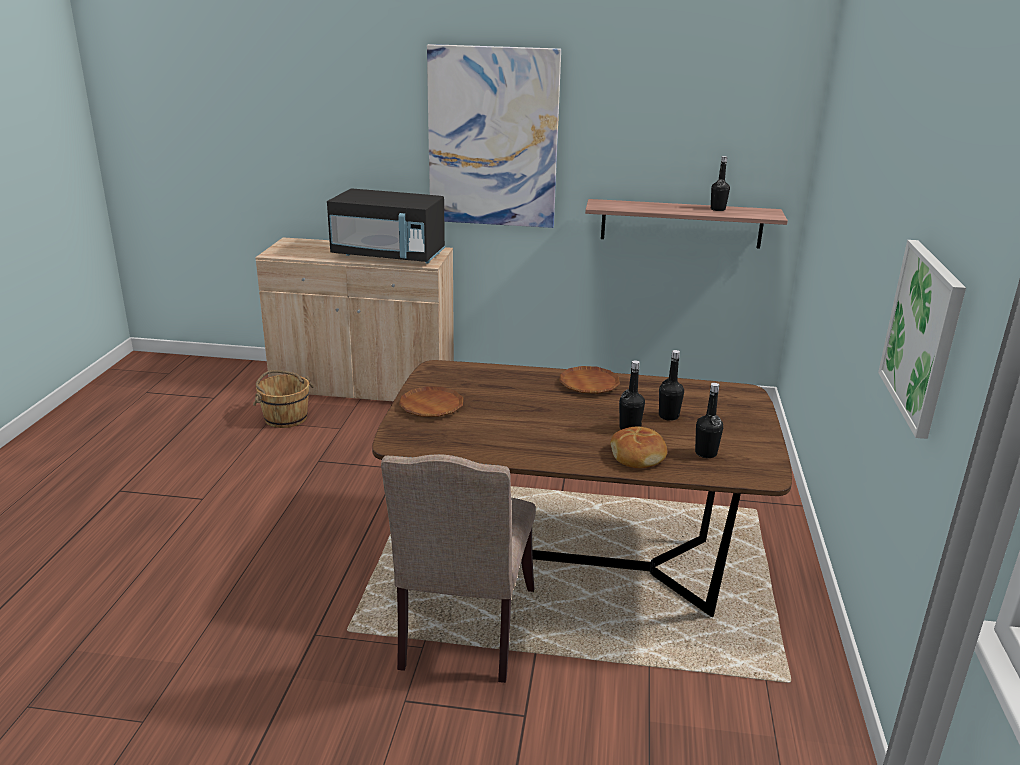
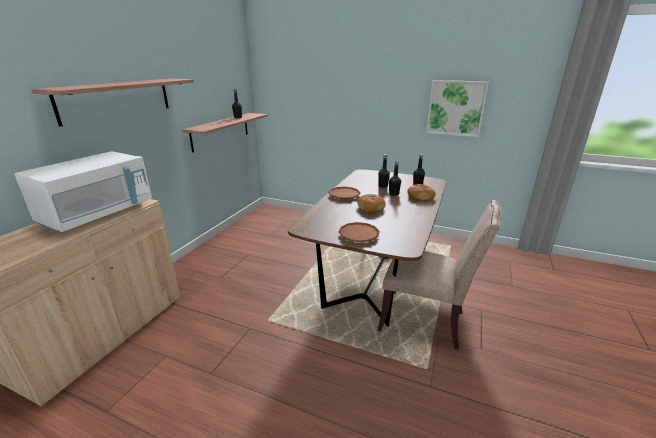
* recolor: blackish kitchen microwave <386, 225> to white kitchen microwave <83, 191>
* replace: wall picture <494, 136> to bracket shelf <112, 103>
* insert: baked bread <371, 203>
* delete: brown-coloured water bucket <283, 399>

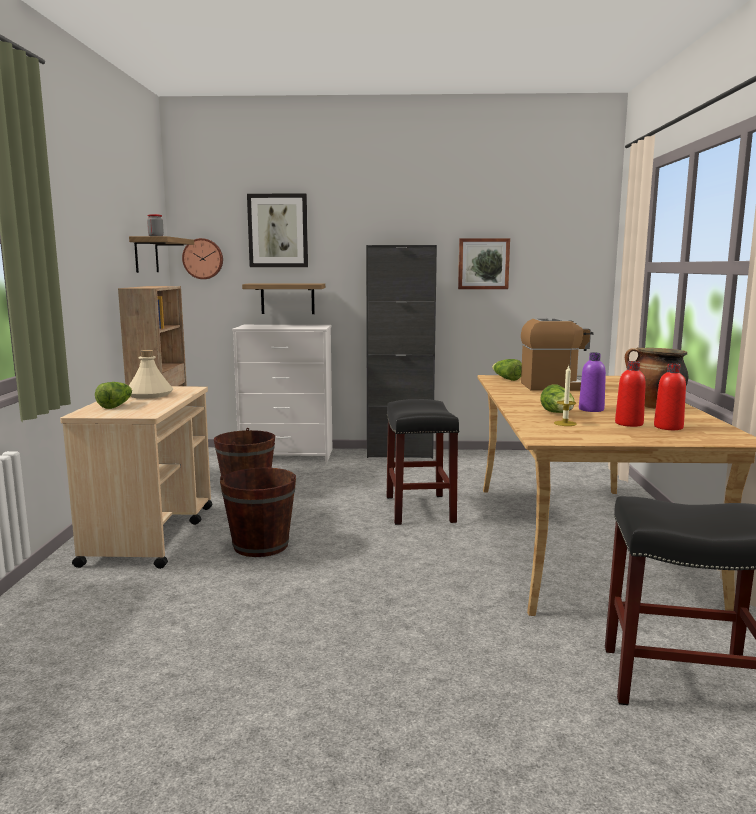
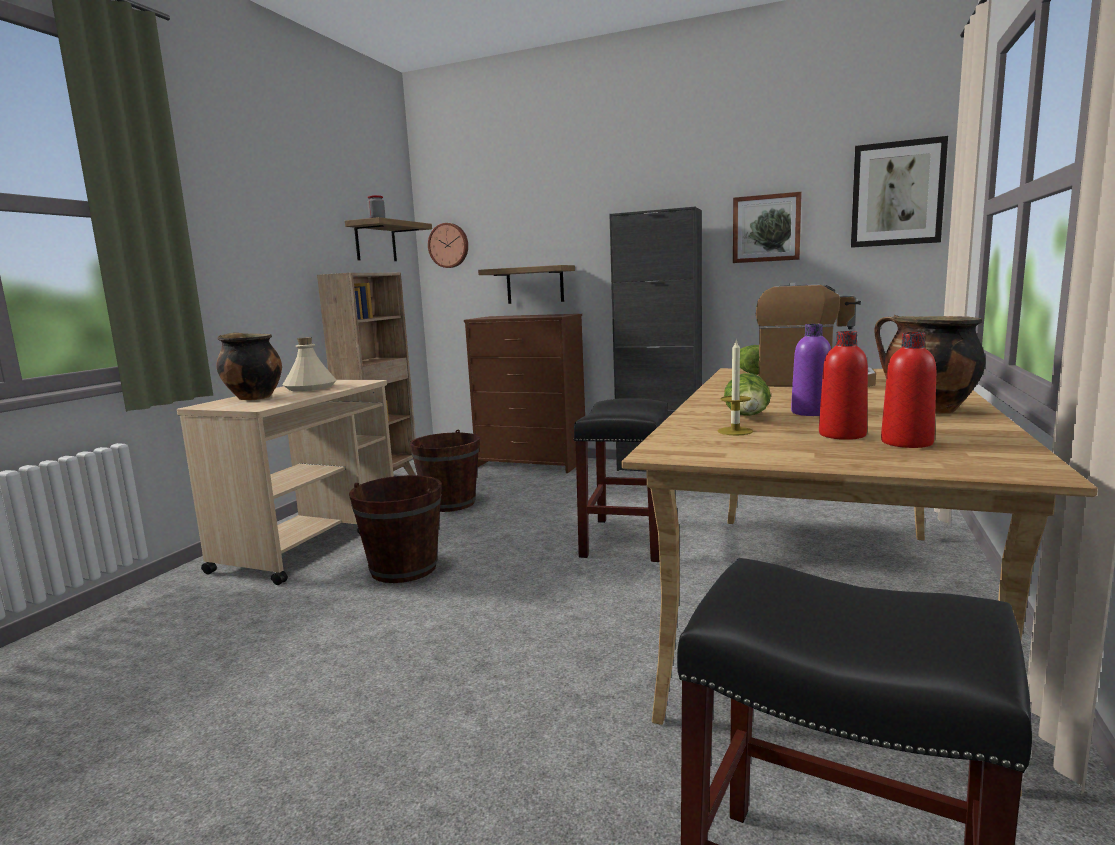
* replace: lettuce head <113, 395> to cooking pot <249, 366>
* recolor: white drawer chest <282, 393> to brown-coloured drawer chest <524, 393>
* move: wall picture <277, 230> to <899, 192>

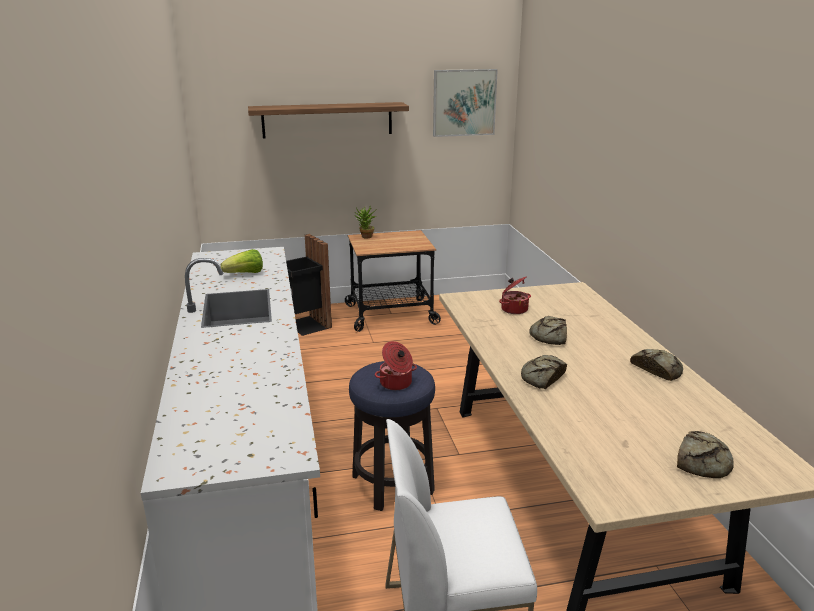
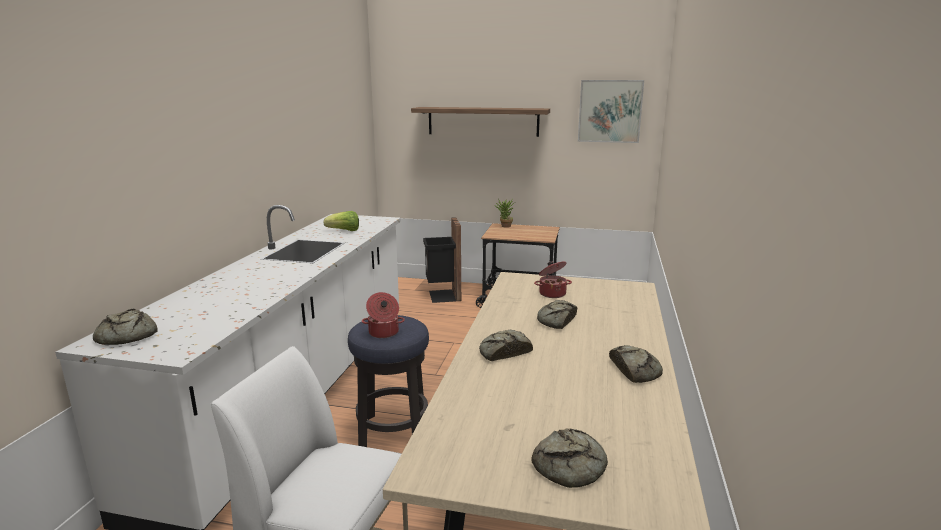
* insert: baked bread <125, 327>

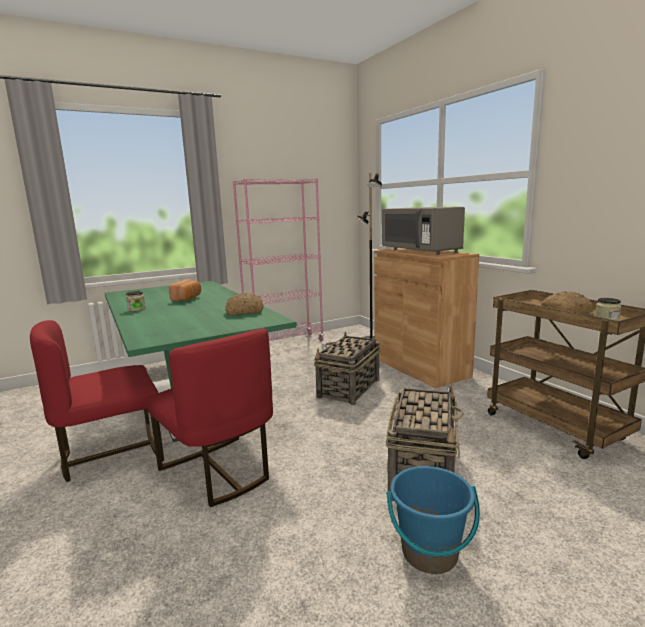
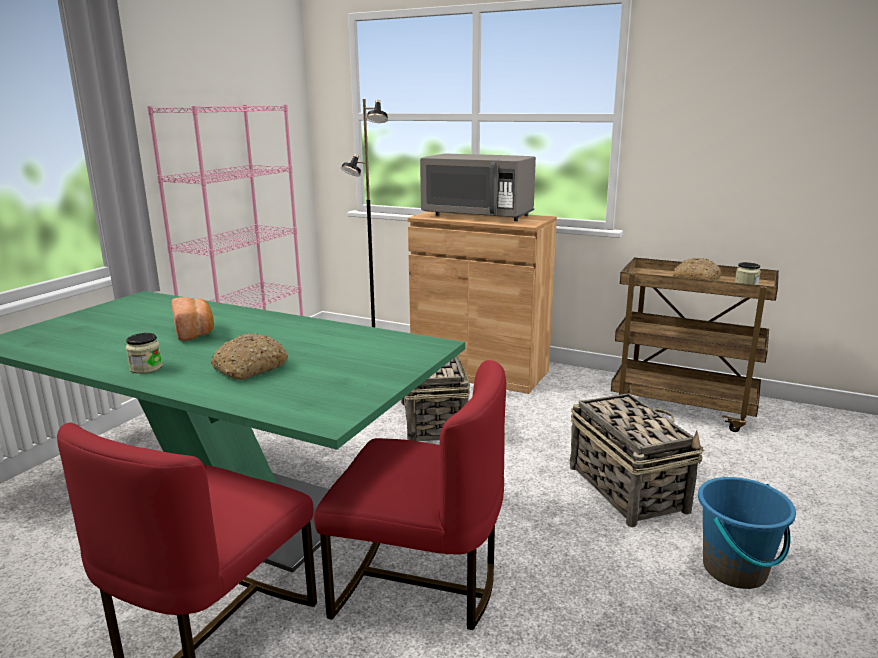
* move: baked bread <244, 304> to <249, 357>

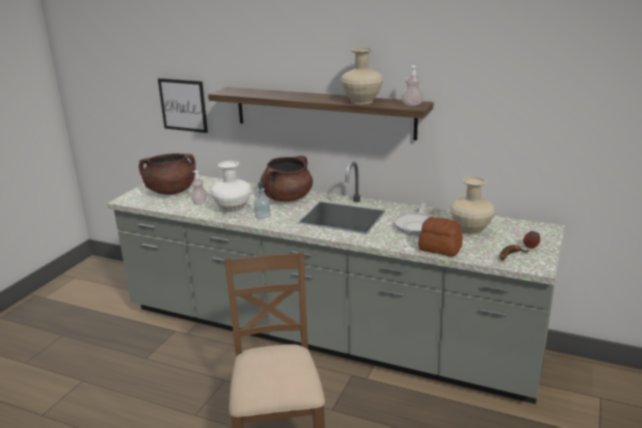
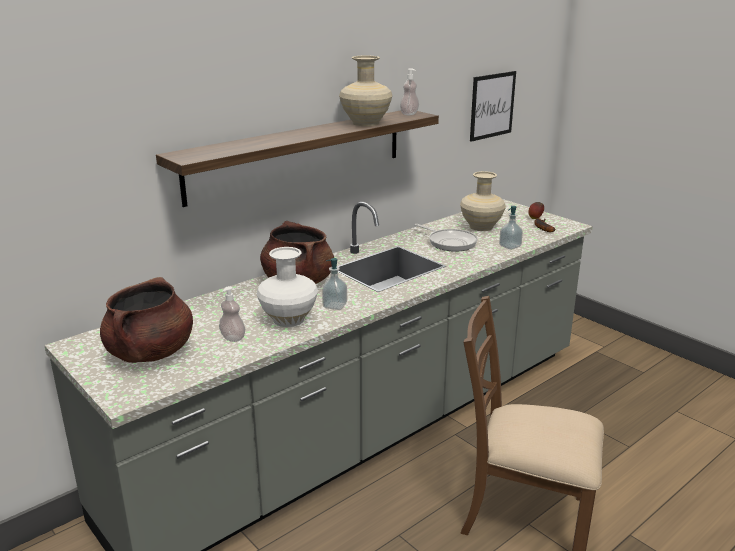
* move: wall picture <183, 105> to <493, 106>
* replace: baked bread <440, 237> to liquid soap bottle <511, 228>

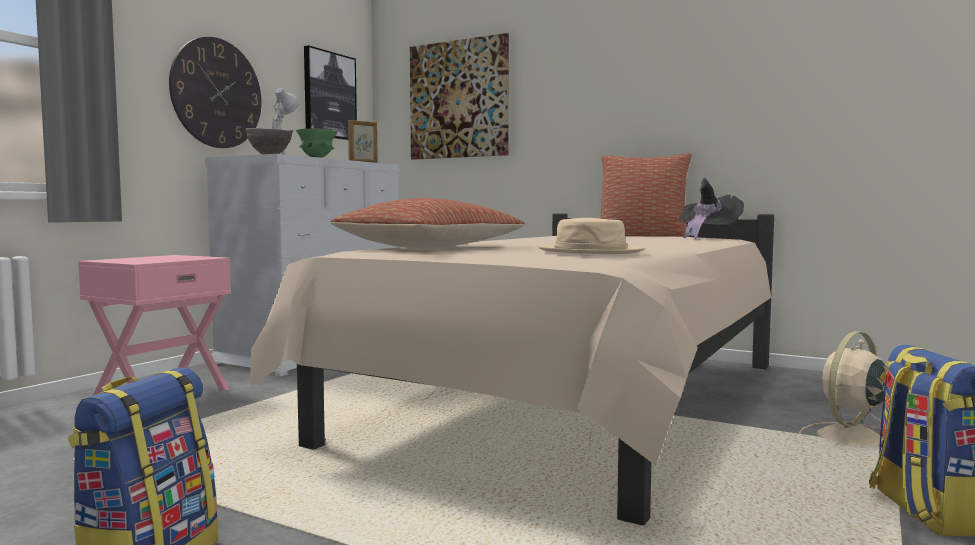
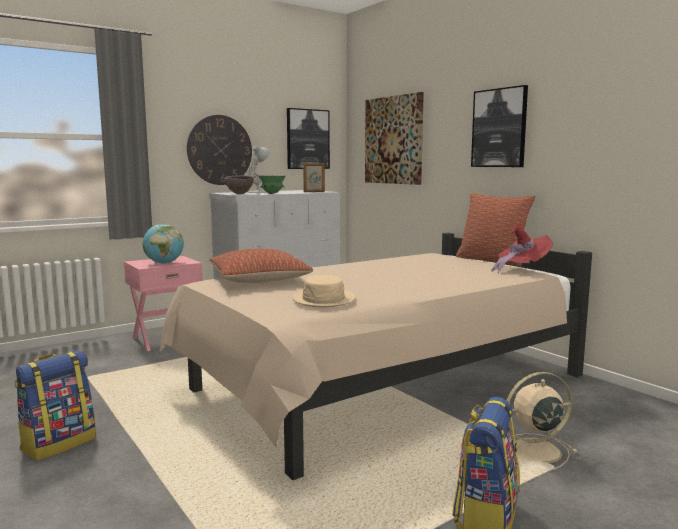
* insert: world globe <163, 244>
* insert: wall picture <499, 126>
* recolor: blackish clothing hat <712, 208> to red clothing hat <522, 248>

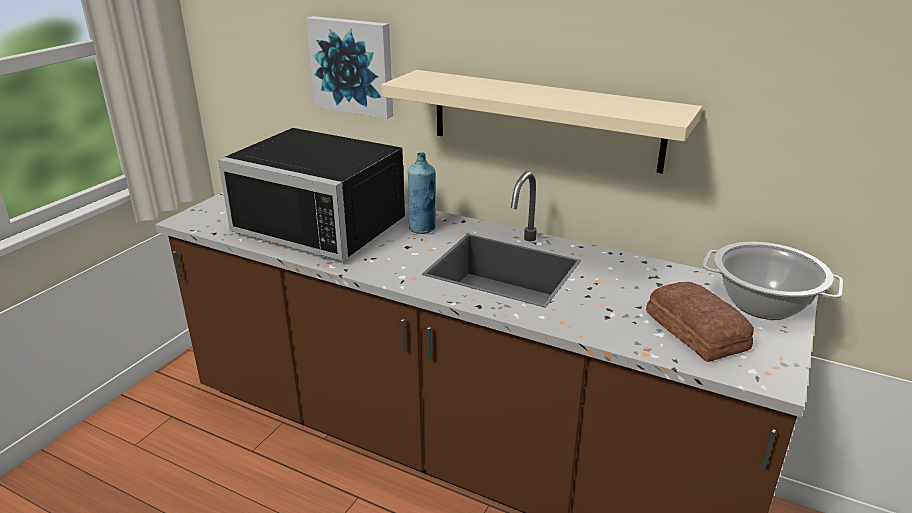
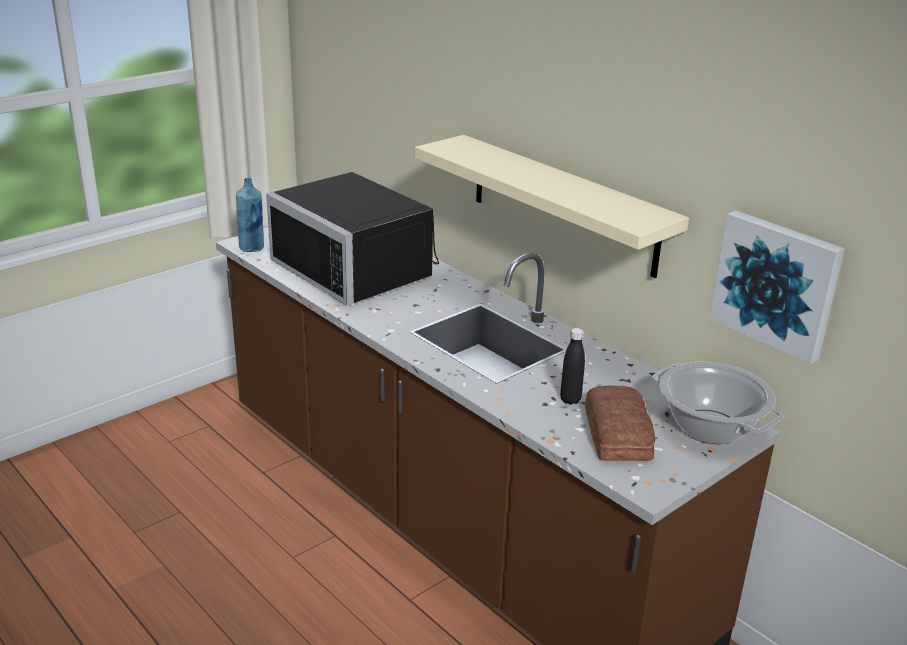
* move: bluish beverage bottle <422, 193> to <250, 215>
* insert: blackish beverage bottle <572, 366>
* move: wall picture <349, 67> to <777, 287>

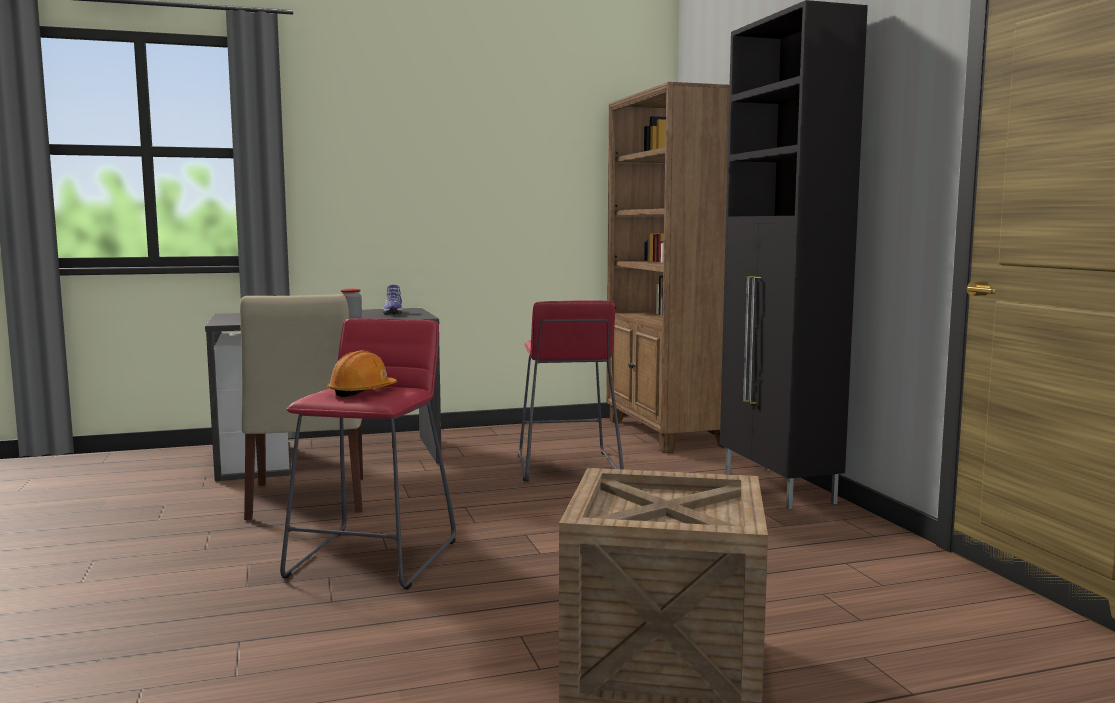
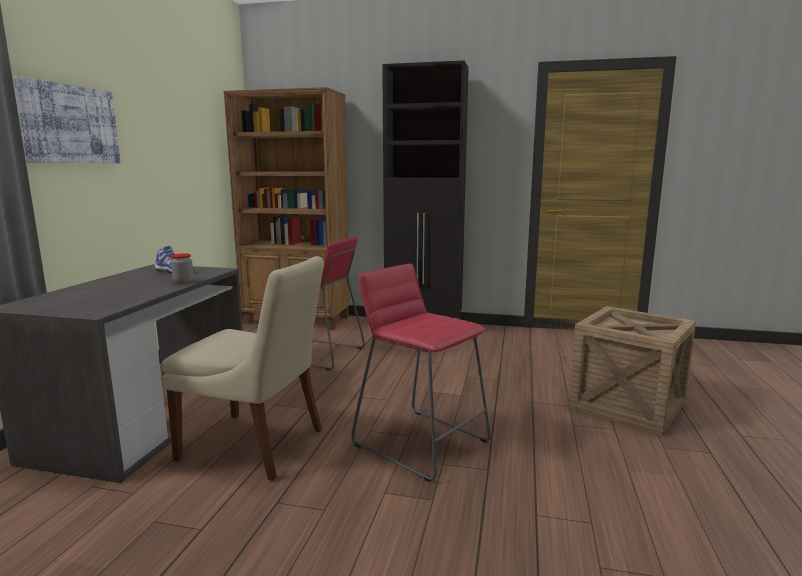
* insert: wall picture <67, 119>
* delete: orange safety helmet <362, 373>

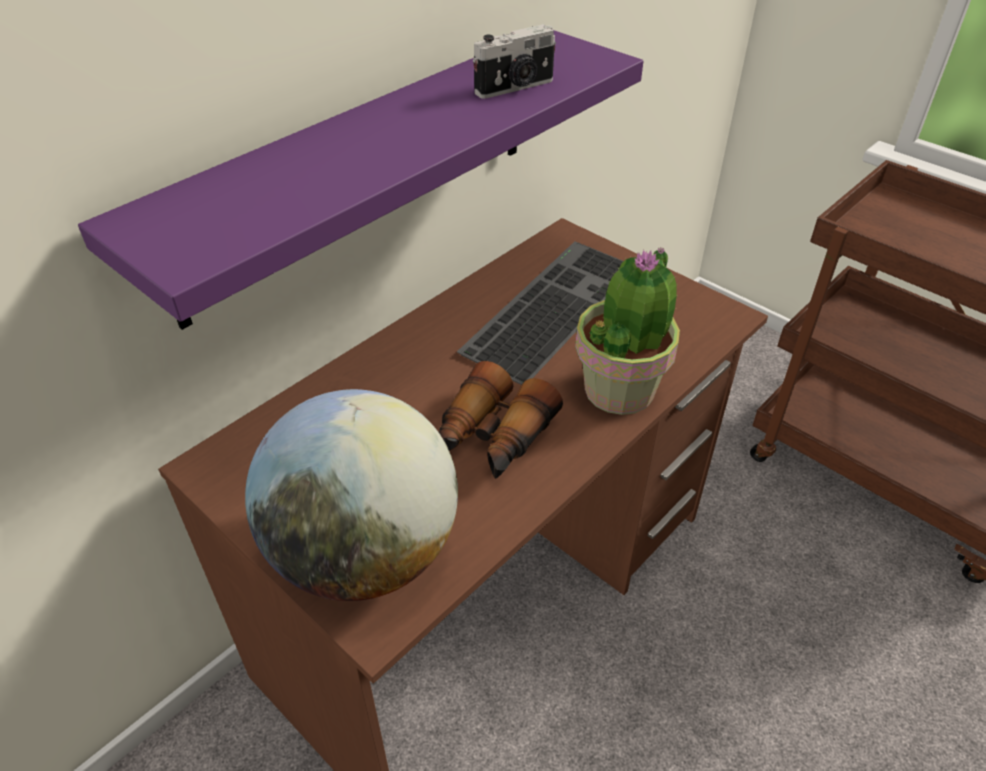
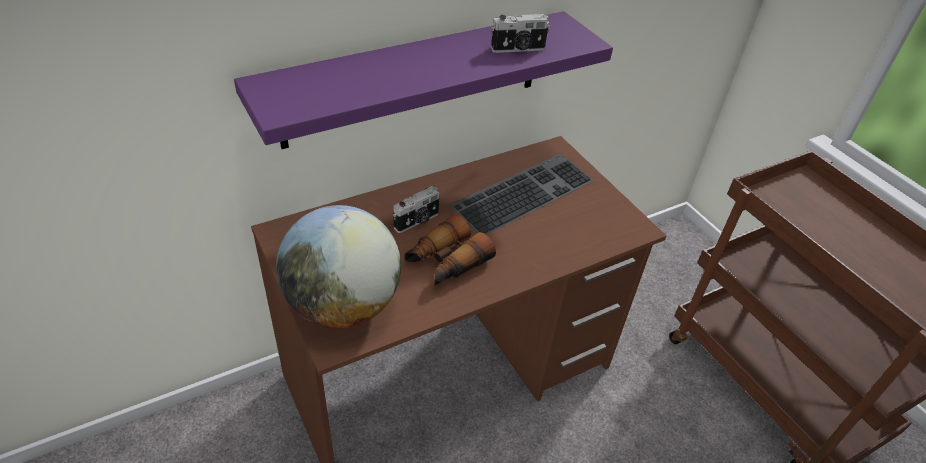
* insert: still camera <416, 209>
* delete: potted plant <627, 331>

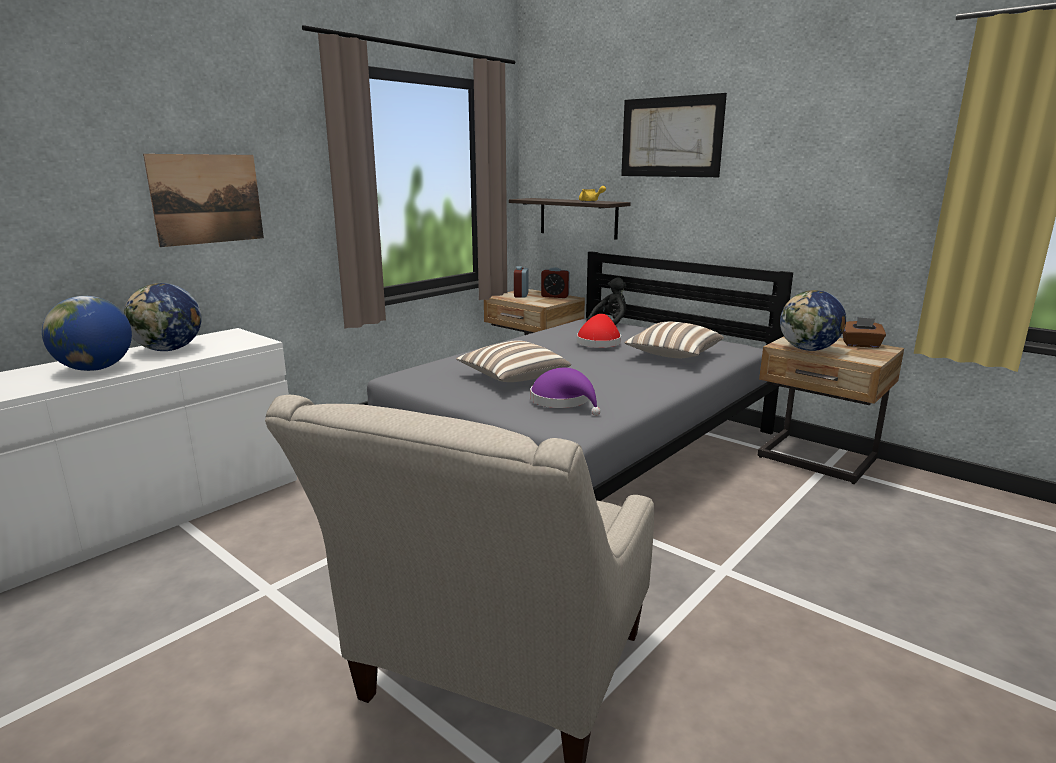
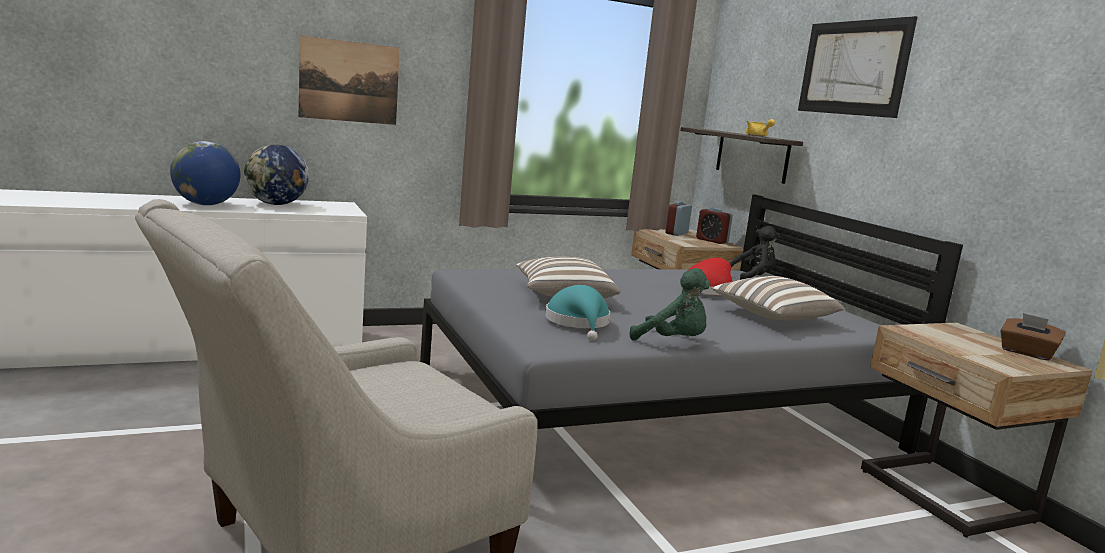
* recolor: purplish clothing hat <565, 392> to turquoise clothing hat <577, 313>
* insert: greenish cuddly toy <669, 304>
* delete: world globe <813, 320>

